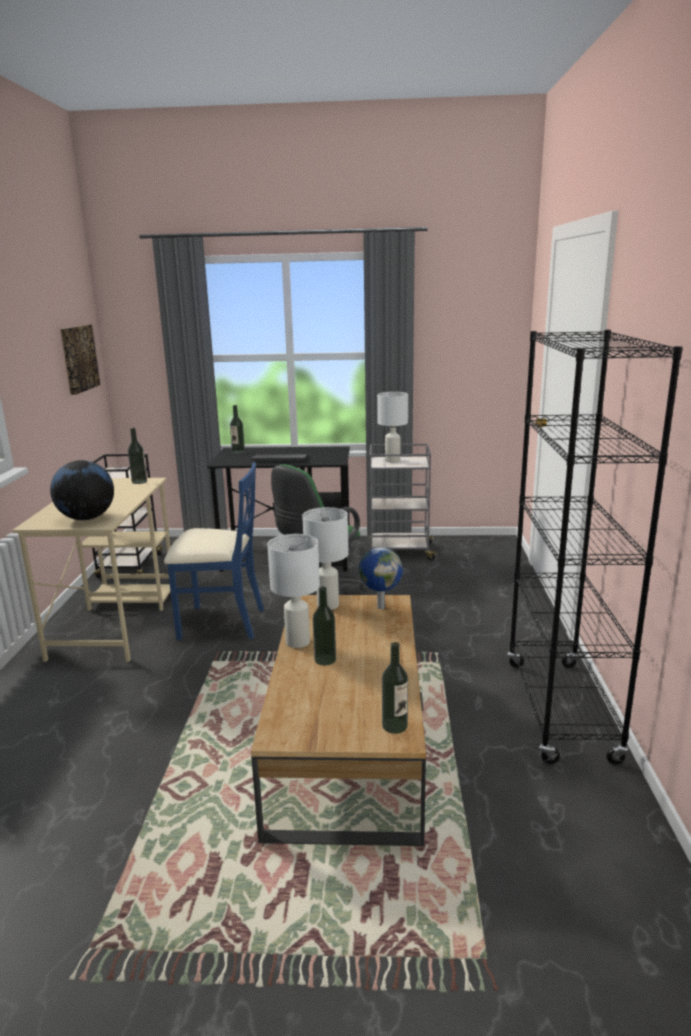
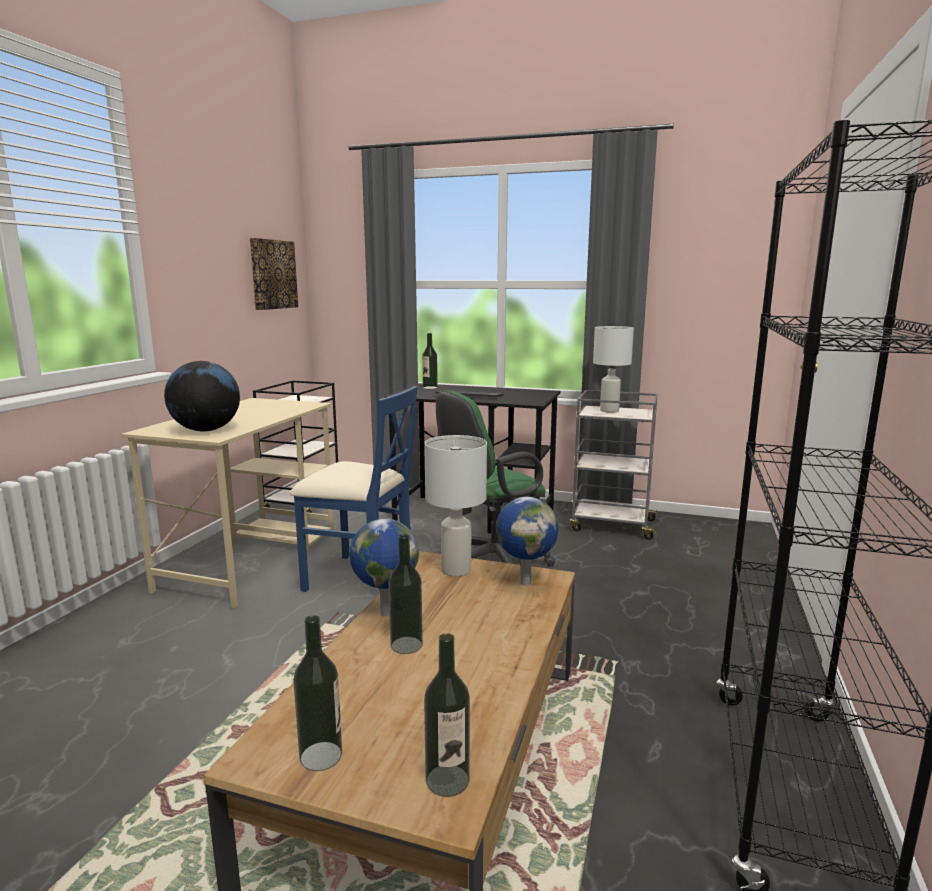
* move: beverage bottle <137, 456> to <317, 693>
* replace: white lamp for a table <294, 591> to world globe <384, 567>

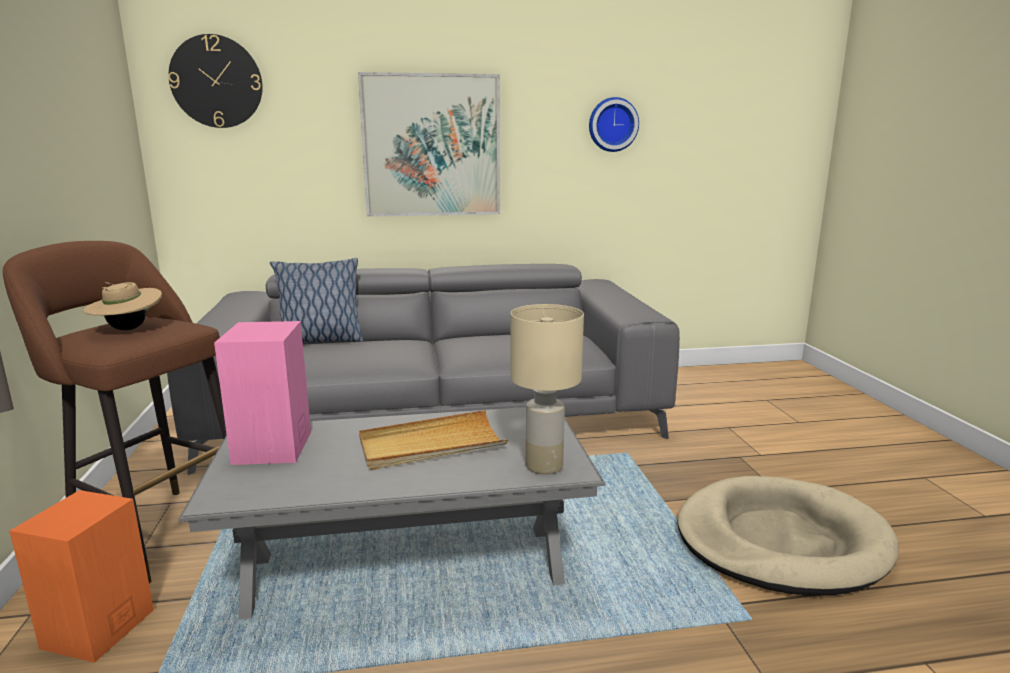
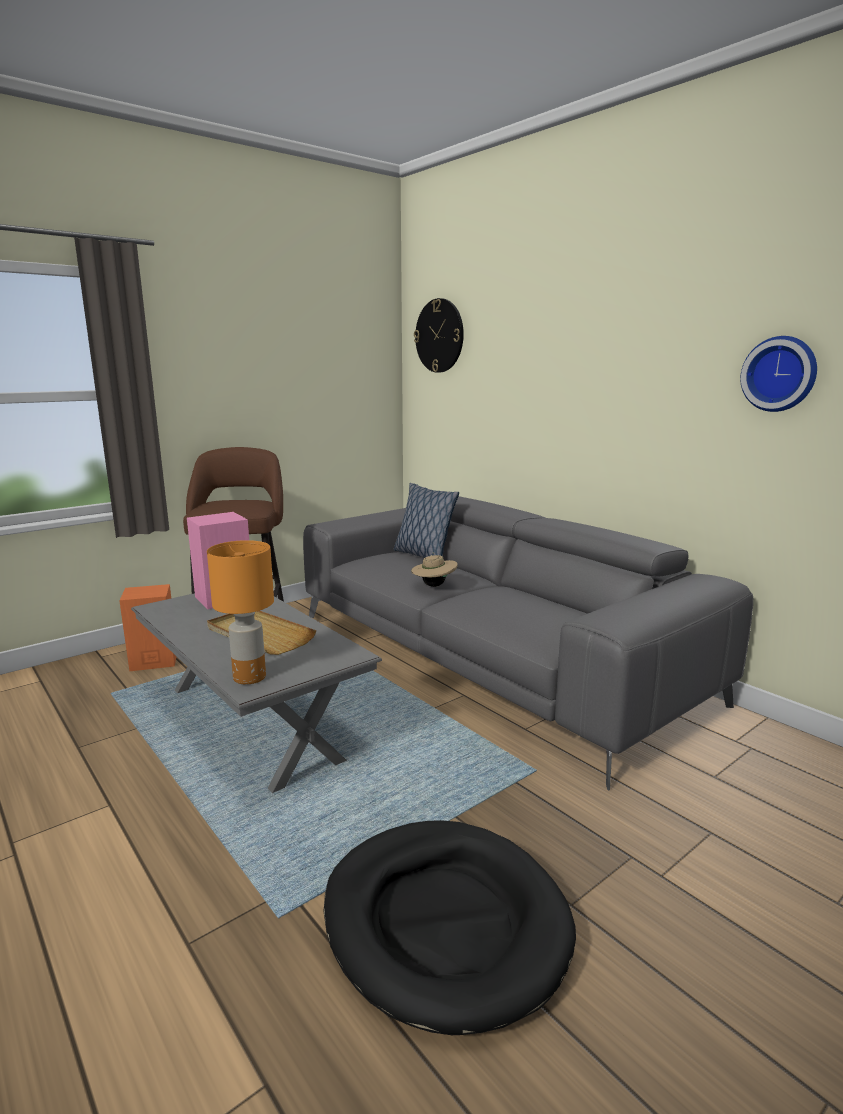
* recolor: beige lamp for a table <547, 389> to orange lamp for a table <240, 612>
* recolor: beige dog cushion <788, 535> to blackish dog cushion <450, 927>
* move: beige clothing hat <122, 306> to <434, 569>
* delete: wall picture <429, 144>

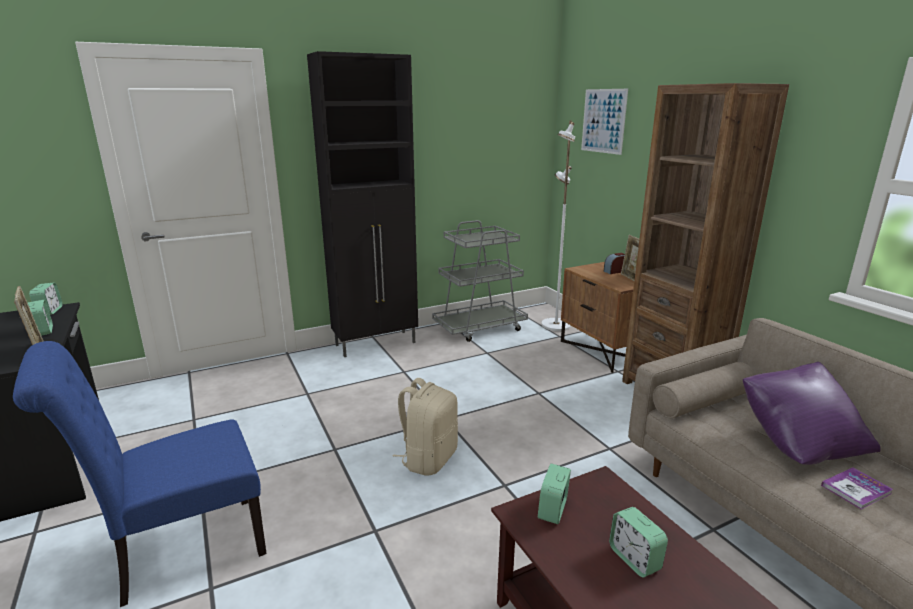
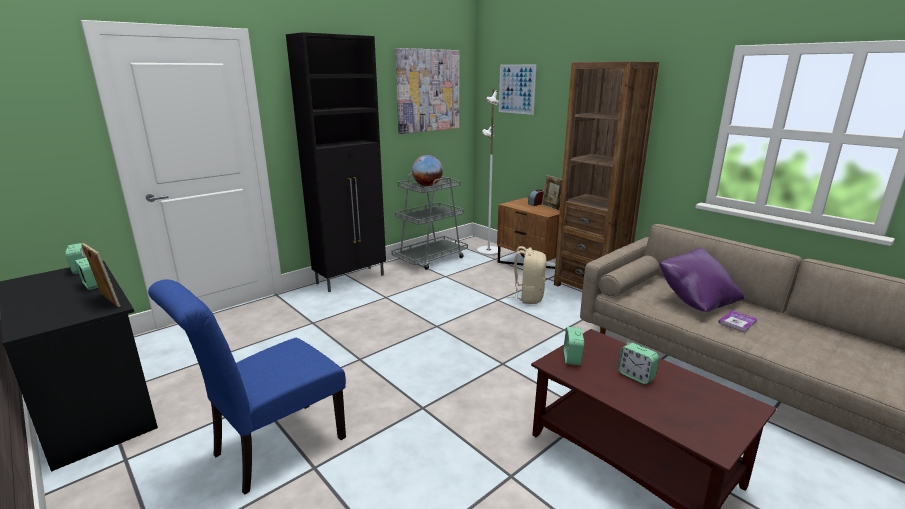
* insert: wall picture <427, 91>
* insert: world globe <427, 170>
* move: beige rucksack <425, 427> to <526, 275>

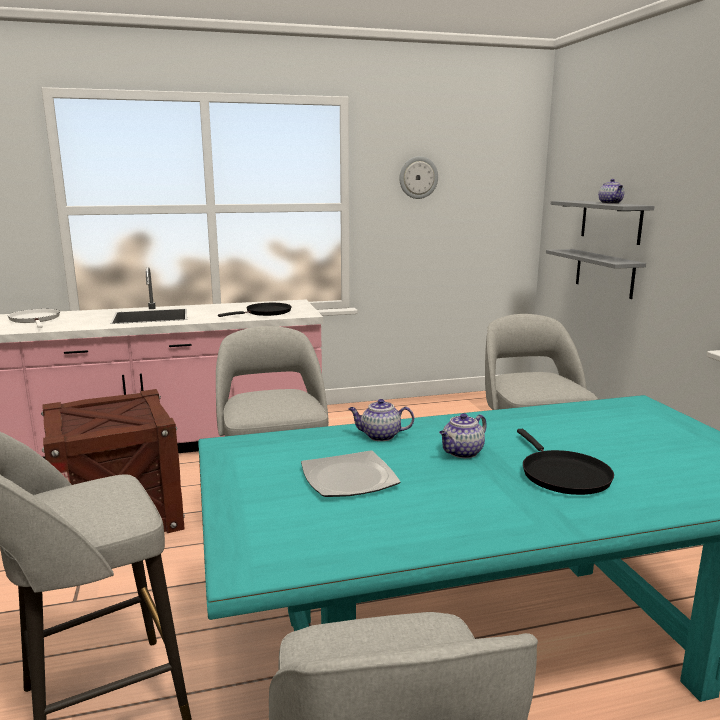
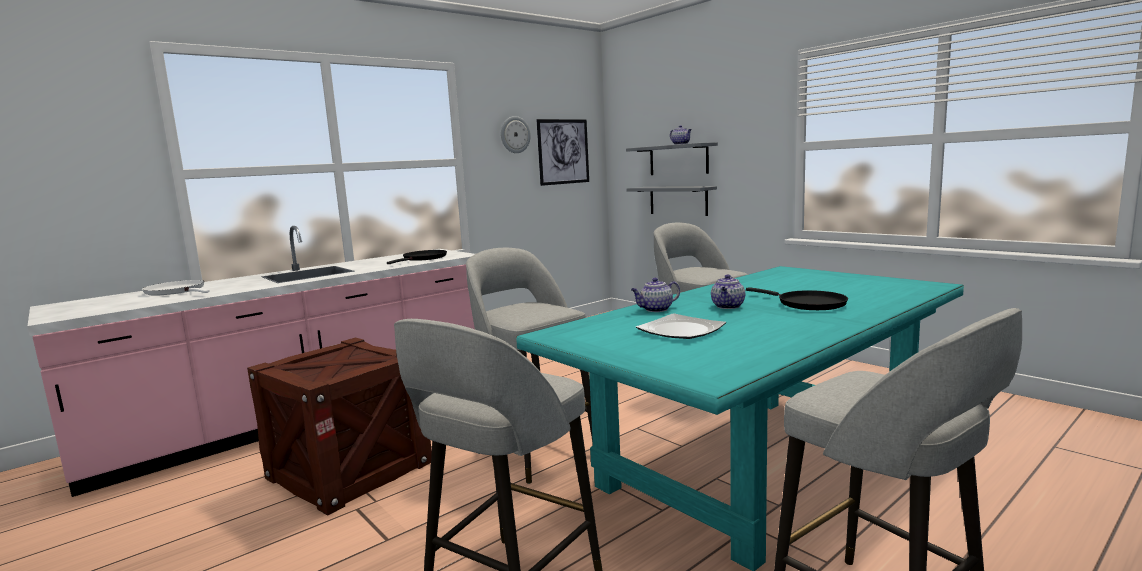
* insert: wall picture <562, 152>

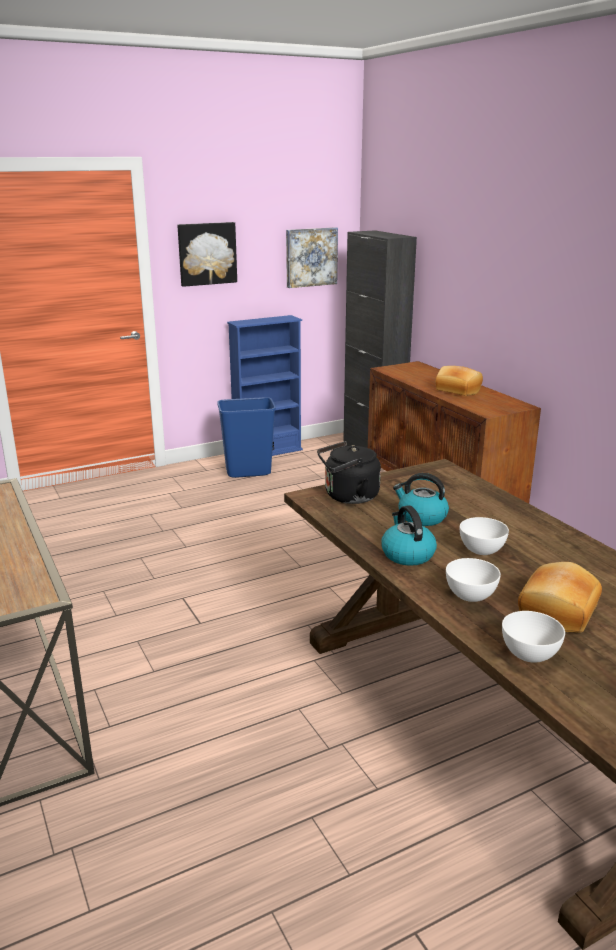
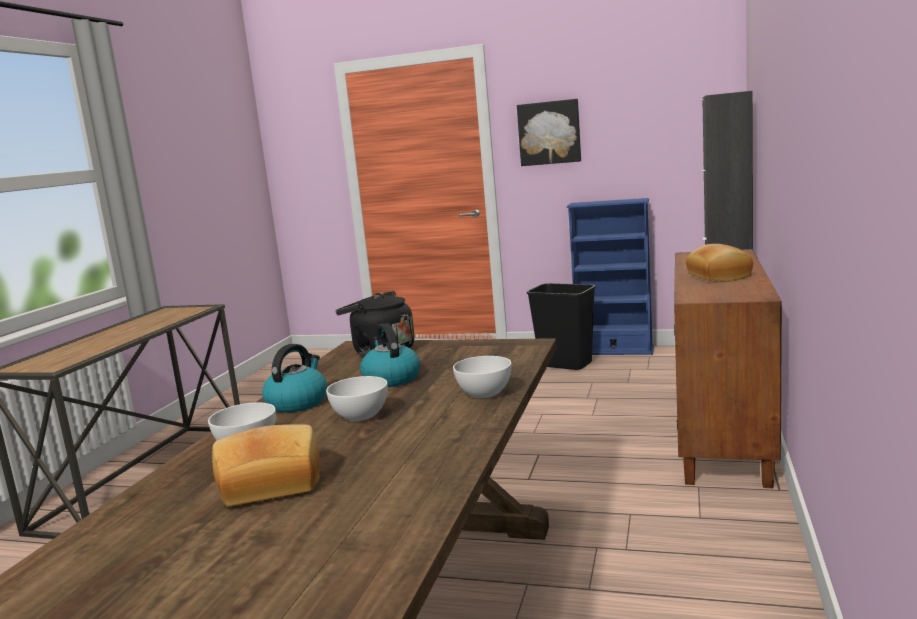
* move: white deep dish <533, 637> to <482, 377>
* recolor: bluish waste bin <246, 437> to blackish waste bin <561, 326>
* delete: wall picture <312, 257>

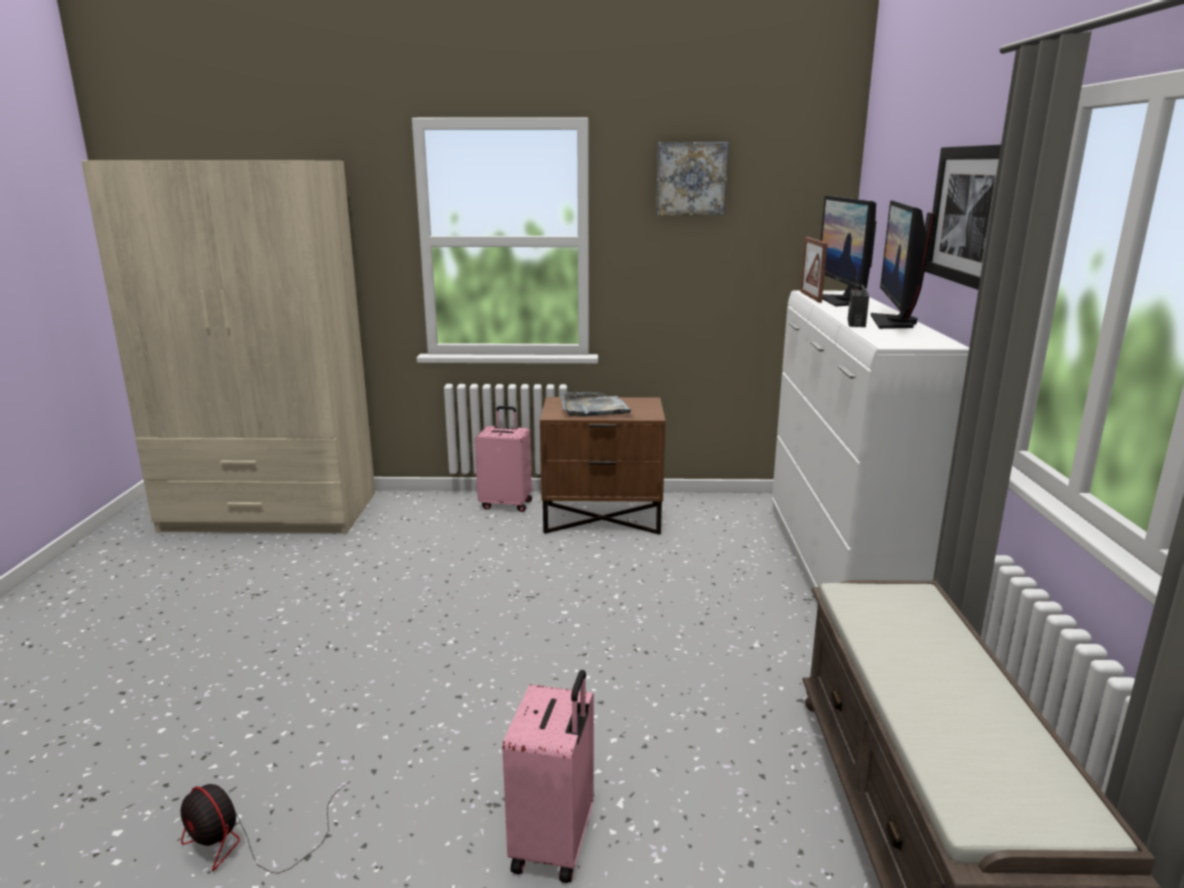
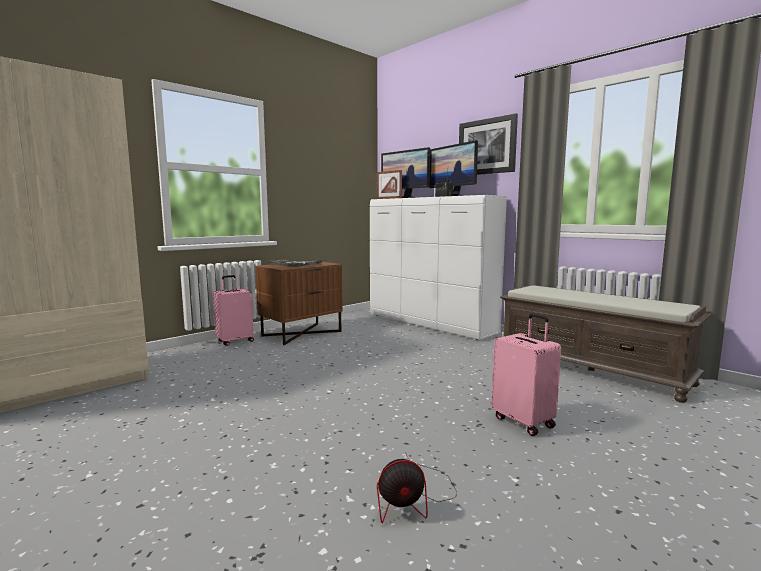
* delete: wall picture <692, 178>

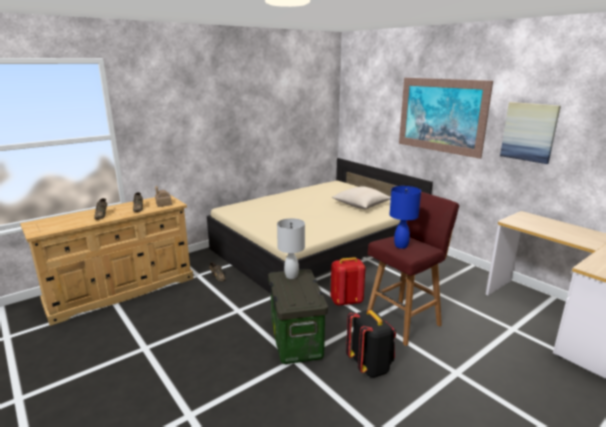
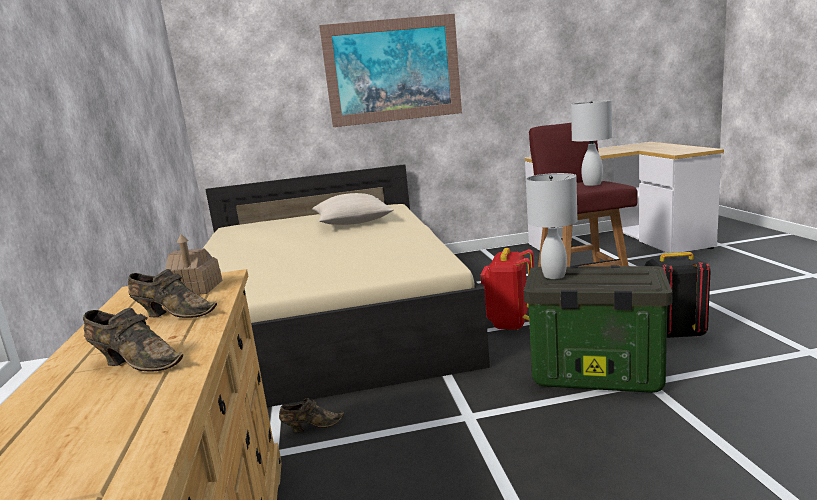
* recolor: bluish lamp for a table <405, 217> to white lamp for a table <591, 143>
* delete: wall picture <530, 133>

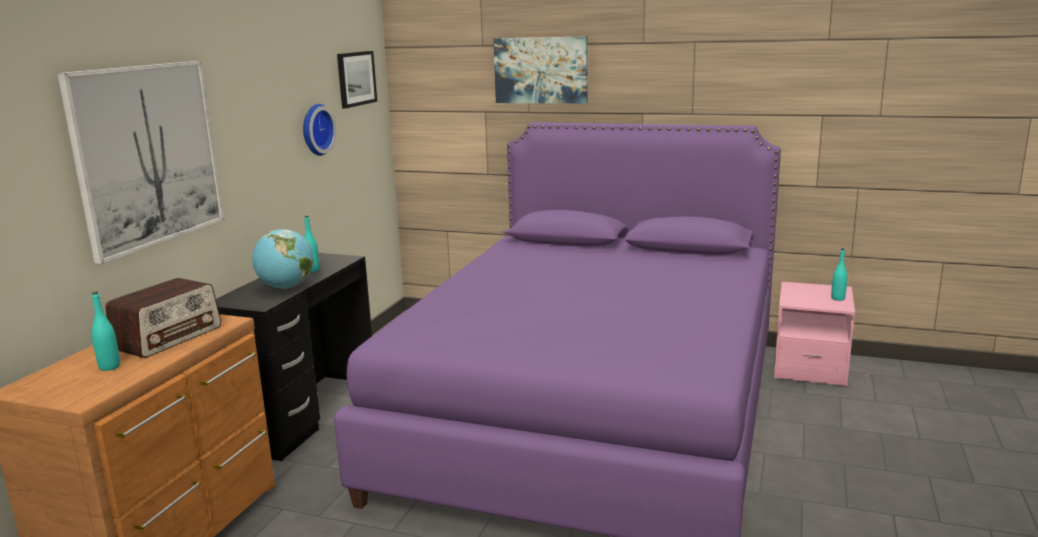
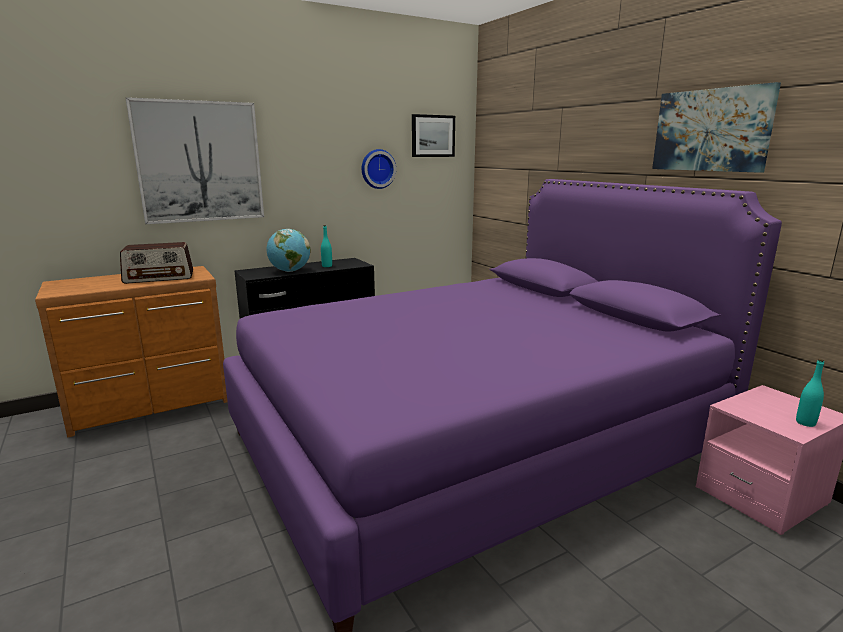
* move: wall picture <540, 70> to <716, 127>
* delete: turquoise beverage bottle <106, 331>

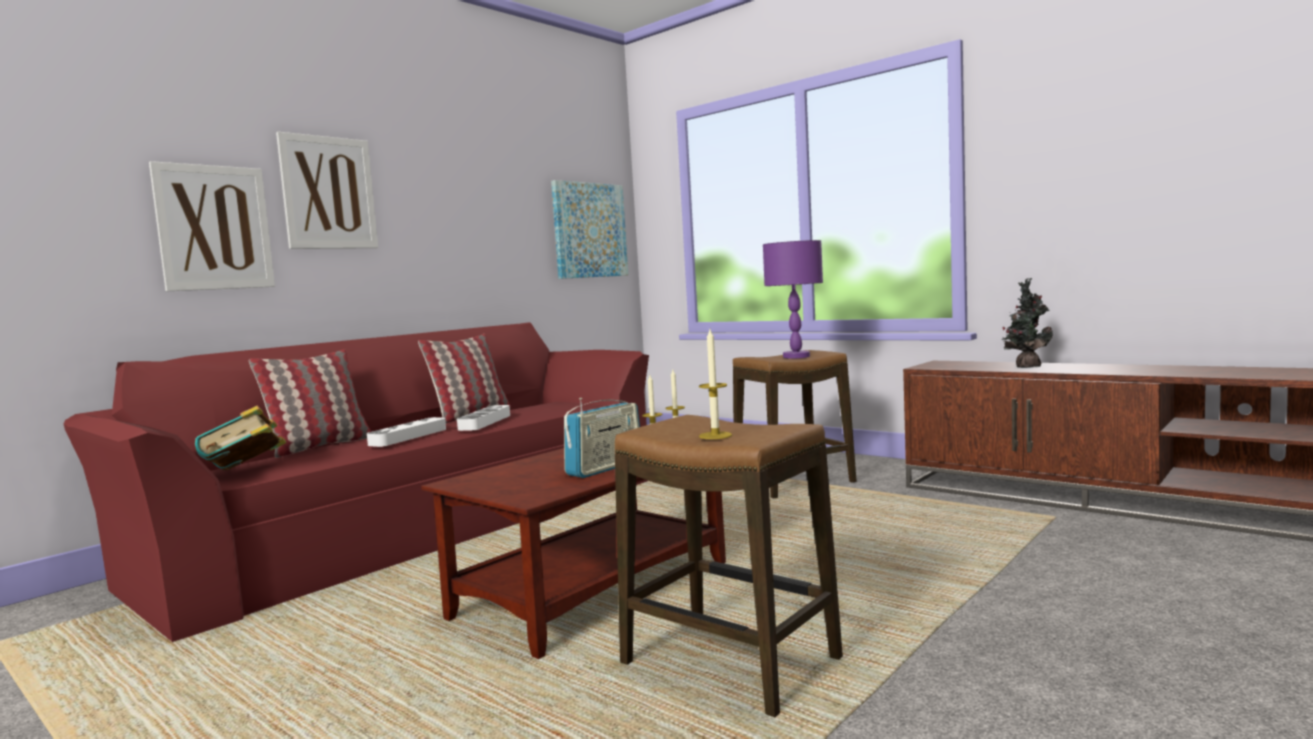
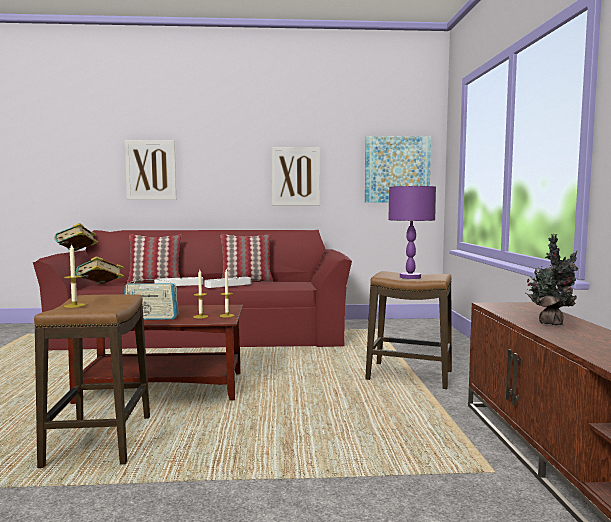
* insert: bound book <76, 237>
* move: wall picture <327, 190> to <296, 176>

